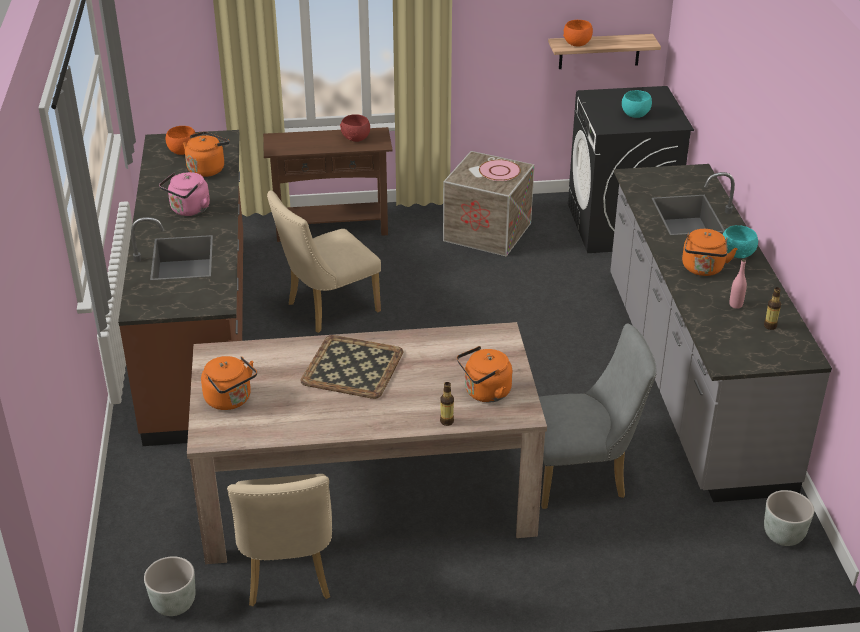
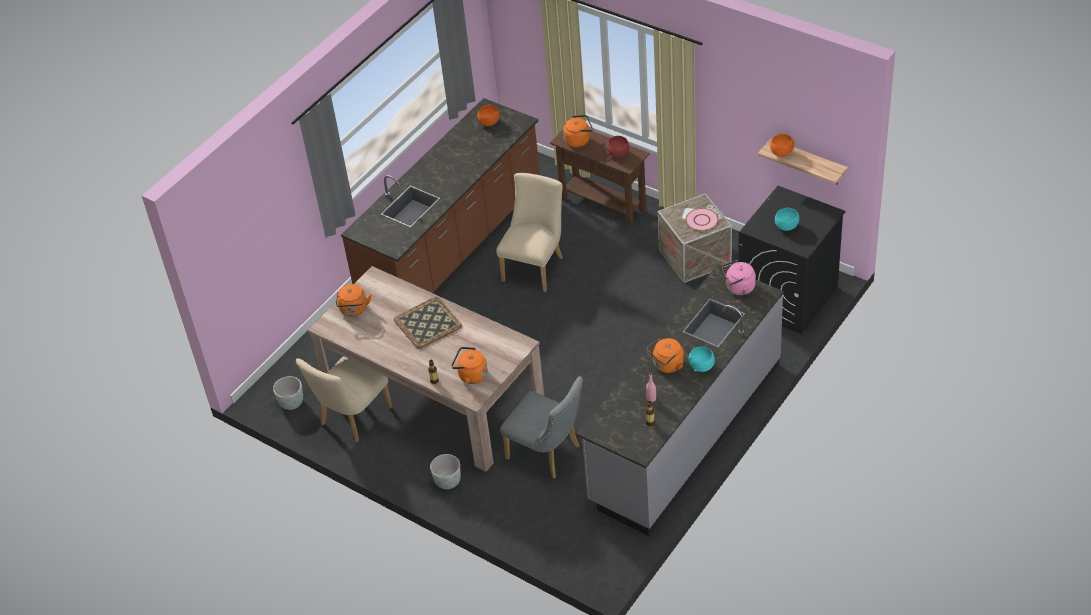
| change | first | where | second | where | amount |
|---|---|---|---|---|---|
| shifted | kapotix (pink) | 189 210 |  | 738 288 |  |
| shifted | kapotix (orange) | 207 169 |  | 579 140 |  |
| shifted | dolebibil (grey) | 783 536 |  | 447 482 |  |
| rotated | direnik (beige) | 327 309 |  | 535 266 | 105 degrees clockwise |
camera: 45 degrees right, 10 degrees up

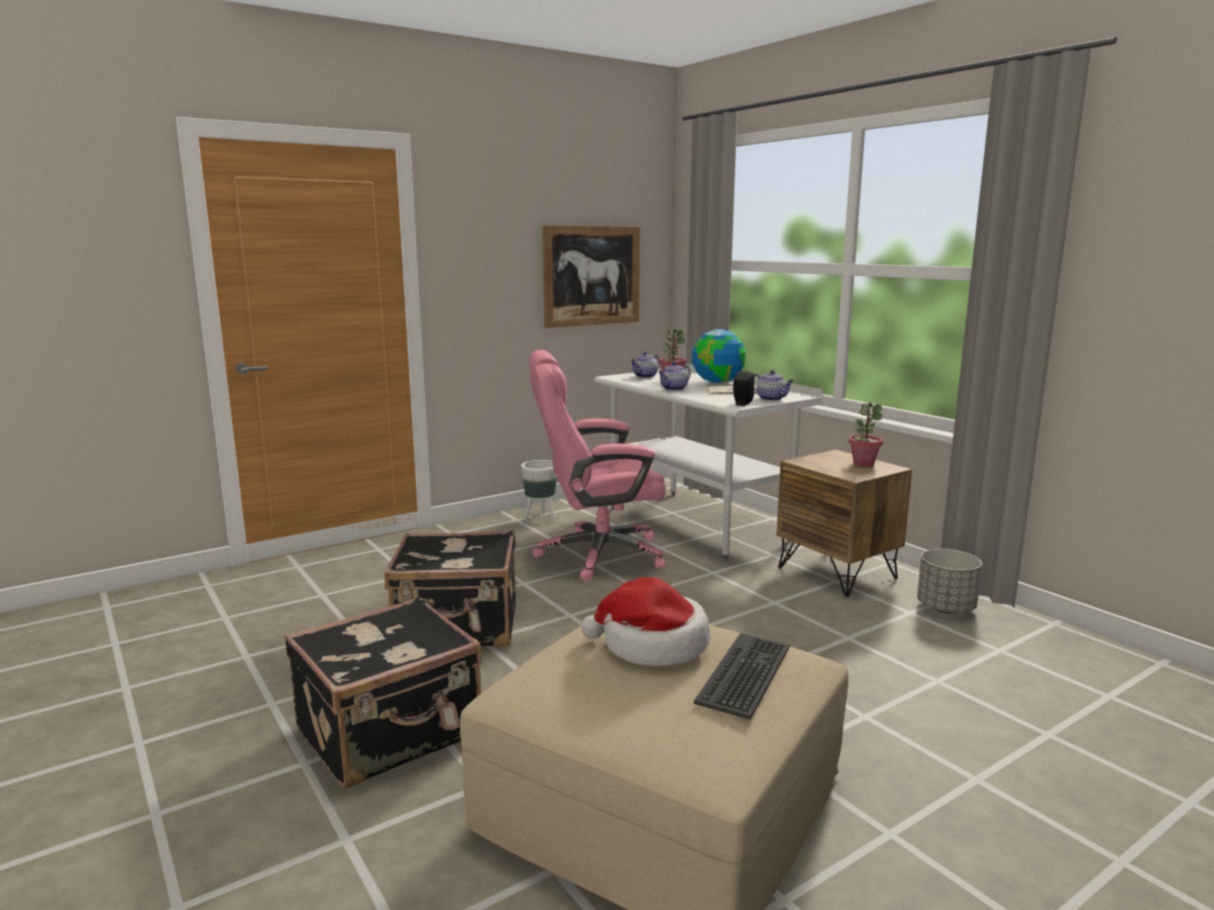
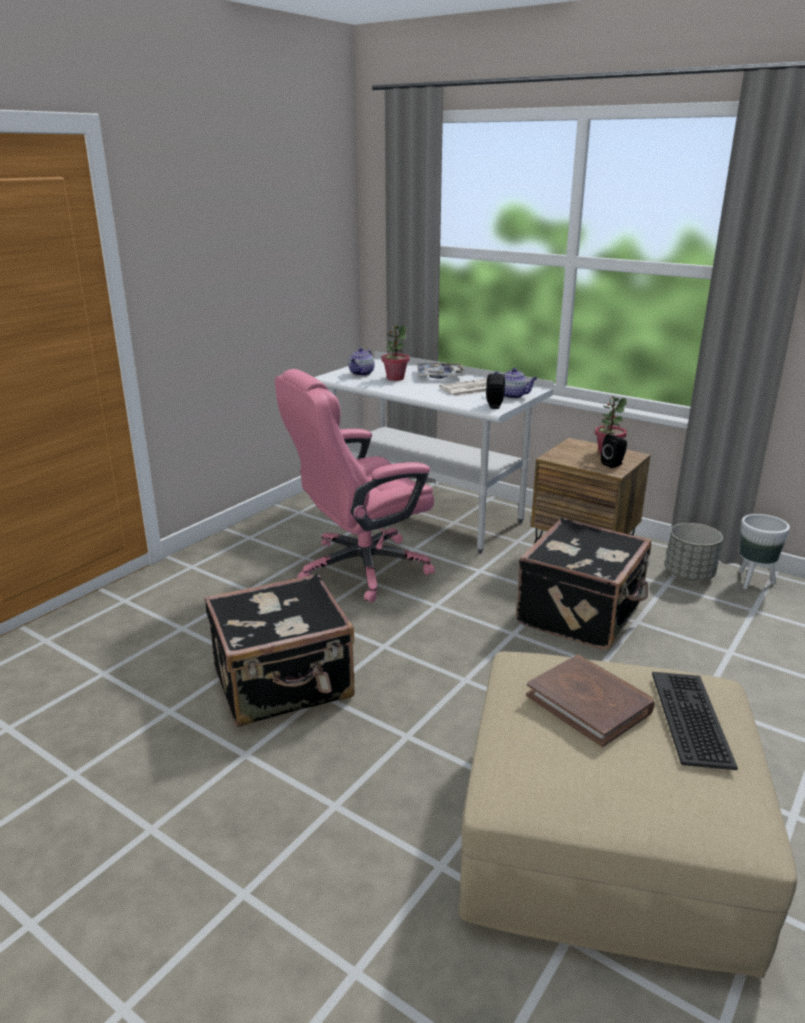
| change | first | where | second | where | amount |
|---|---|---|---|---|---|
| gone | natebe | 592 276 |  |  |  |
| gone | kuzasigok | 674 389 |  |  |  |
| new |  |  | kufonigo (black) | 613 464 |  |
| shifted | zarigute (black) | 391 734 |  | 582 614 |  |
| shifted | dolebibil (white) | 541 518 |  | 753 581 |  |
| swapped | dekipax | 652 645 | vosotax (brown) | 589 703 |  |
| swapped | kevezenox | 717 382 | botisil | 439 376 |  |
camera: 20 degrees left, 10 degrees up

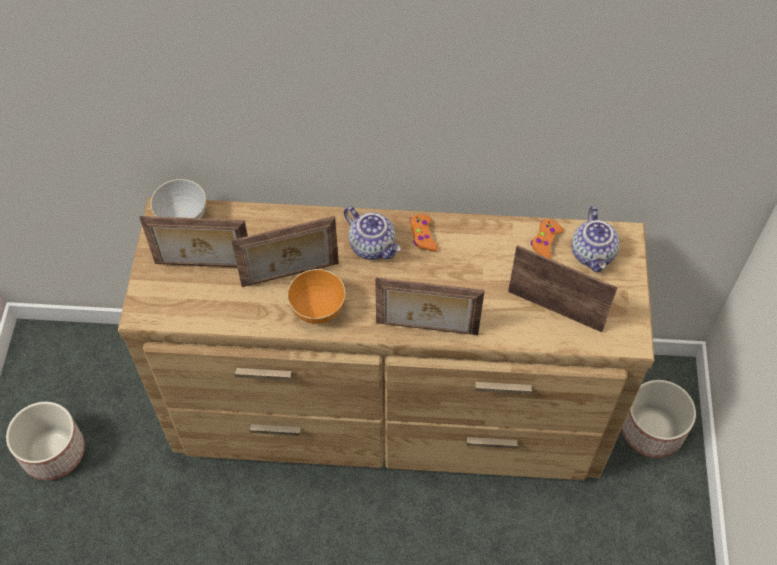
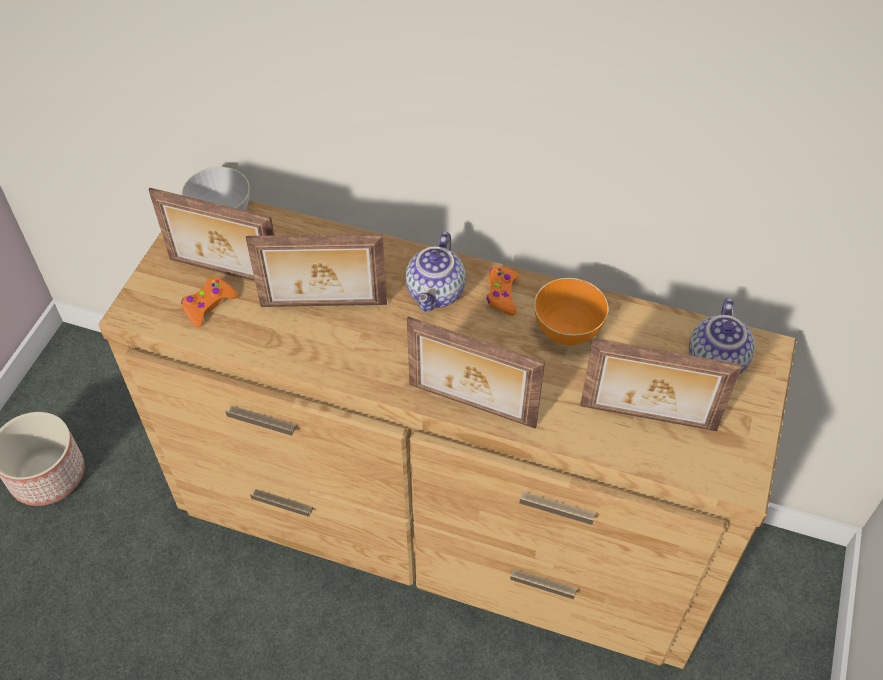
| change | first | where | second | where | amount |
|---|---|---|---|---|---|
| gone | dolebibil | 653 430 |  |  |  |
| shifted | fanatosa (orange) | 318 309 |  | 567 331 |  |
| shifted | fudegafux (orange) | 545 242 |  | 208 305 |  |
| rotated | kuzasigok | 373 246 |  | 437 293 | 45 degrees clockwise |
| rotated | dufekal | 555 309 |  | 647 419 | 150 degrees clockwise |
camera: 15 degrees right, 5 degrees down

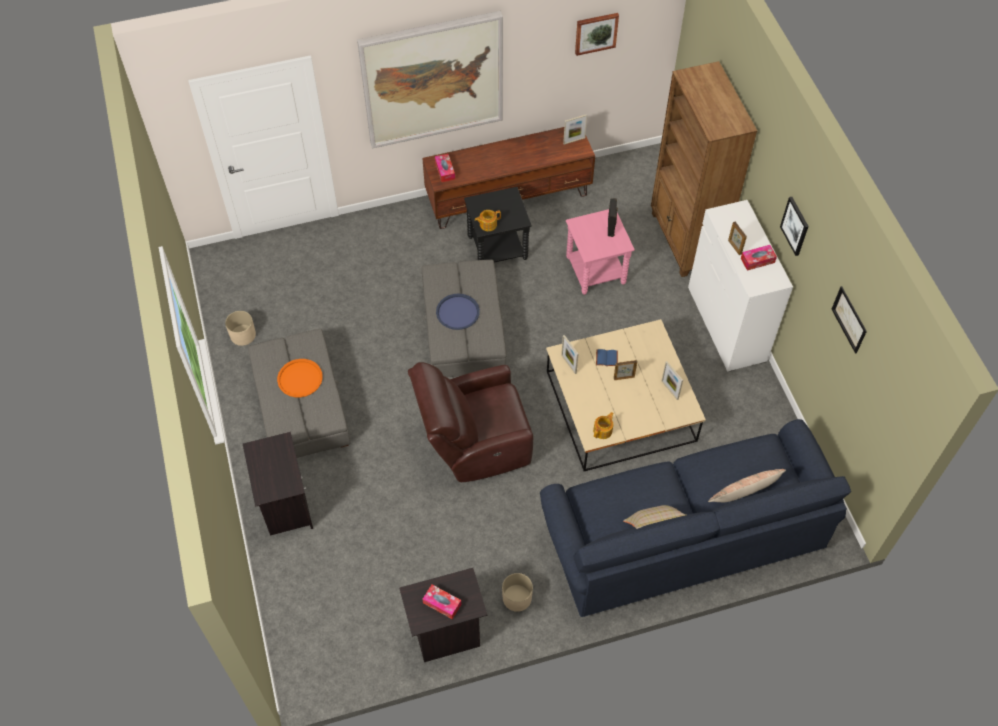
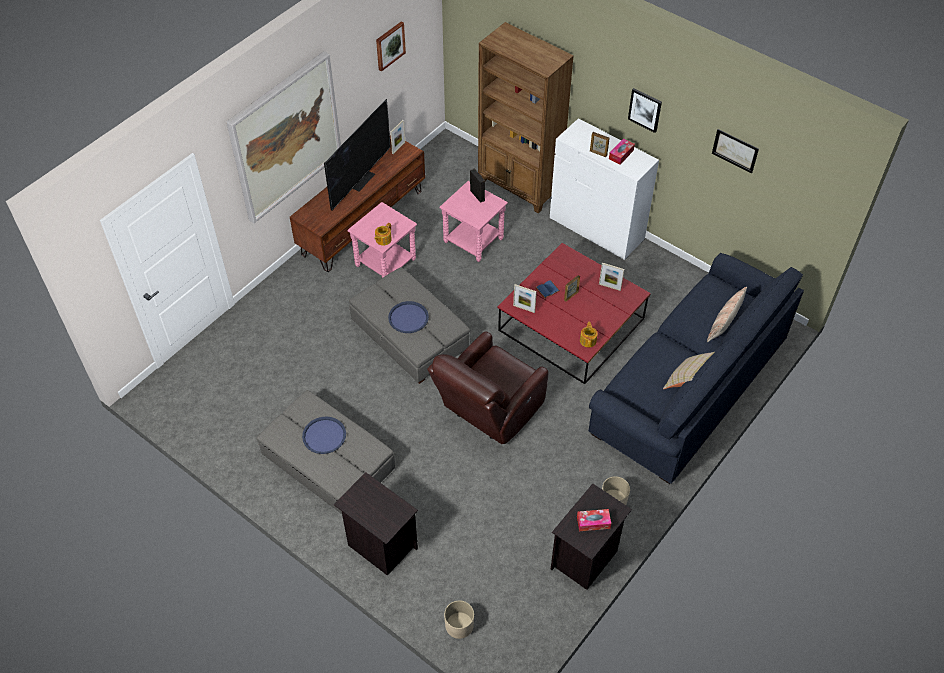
| change | first | where | second | where | amount |
|---|---|---|---|---|---|
| gone | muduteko | 445 171 |  |  |  |
| new |  |  | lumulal | 361 179 |  |
| shifted | dolebibil (beige) | 243 335 |  | 459 625 |  |
| repainted | botisil (orange) | 300 378 | botisil (blue) | 324 435 |  |
| repainted | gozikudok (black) | 497 247 | gozikudok (pink) | 385 262 |  |
| repainted | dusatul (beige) | 620 405 | dusatul (red) | 571 324 |  |
camera: 35 degrees left, 5 degrees down

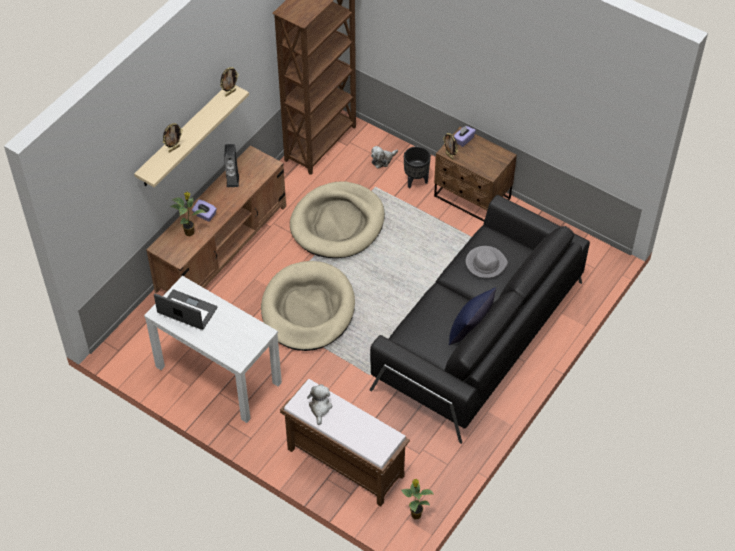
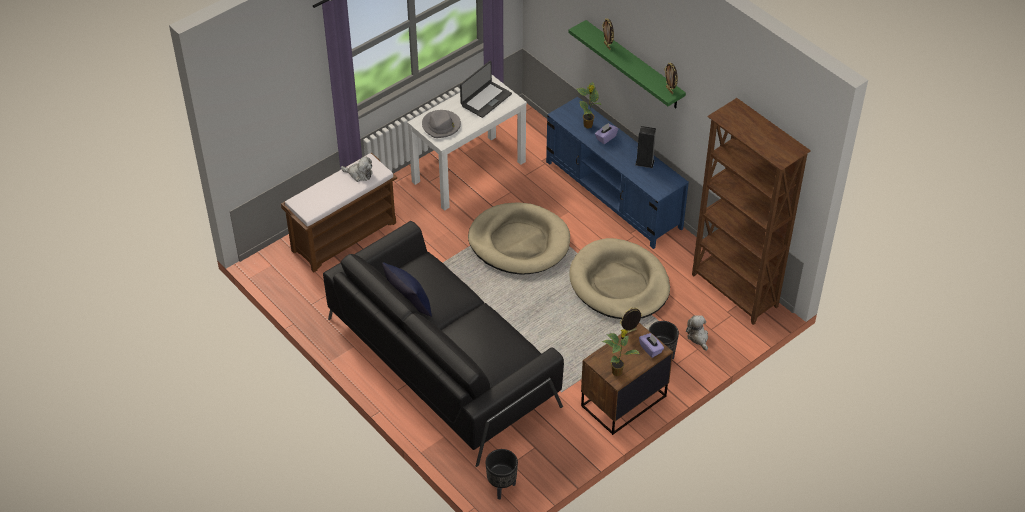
| change | first | where | second | where | amount |
|---|---|---|---|---|---|
| new |  |  | dolebibil (black) | 501 488 |  |
| shifted | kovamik | 415 514 |  | 617 372 |  |
| shifted | dekipax (grey) | 485 263 |  | 441 125 |  |
| repainted | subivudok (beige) | 184 136 | subivudok (green) | 634 65 |  |
| repainted | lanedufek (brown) | 222 248 | lanedufek (blue) | 613 195 |  |
camera: 105 degrees right, 5 degrees down

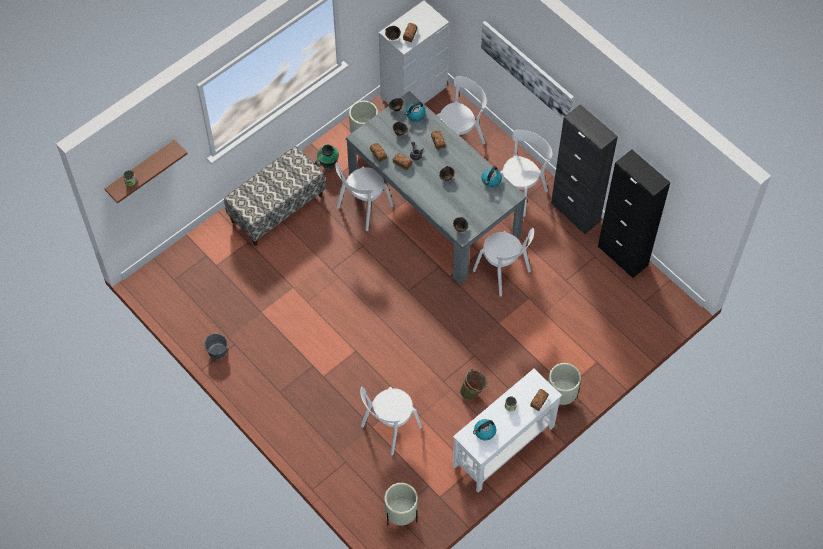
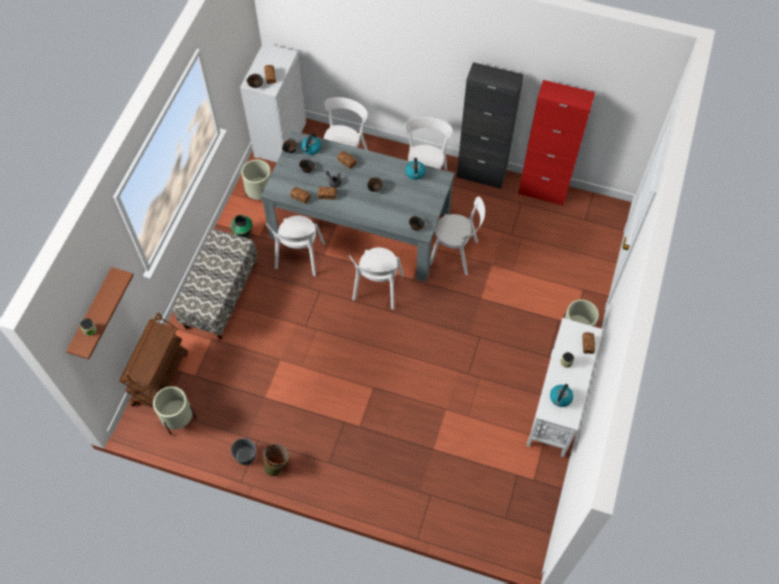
| change | first | where | second | where | amount |
|---|---|---|---|---|---|
| gone | natebe | 527 70 |  |  |  |
| new |  |  | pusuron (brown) | 160 378 |  |
| shifted | direnik (white) | 389 428 |  | 377 289 |  |
| shifted | dolebibil (beige) | 401 515 |  | 179 420 |  |
| shifted | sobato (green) | 473 392 |  | 277 465 |  |
| repainted | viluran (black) | 622 256 | viluran (red) | 542 191 |  |
camera: 30 degrees left, 0 degrees up

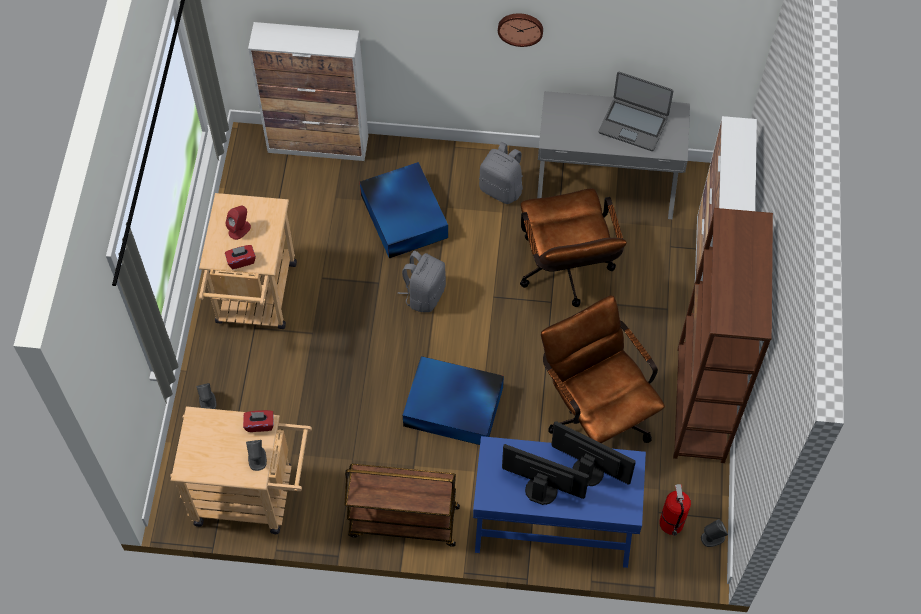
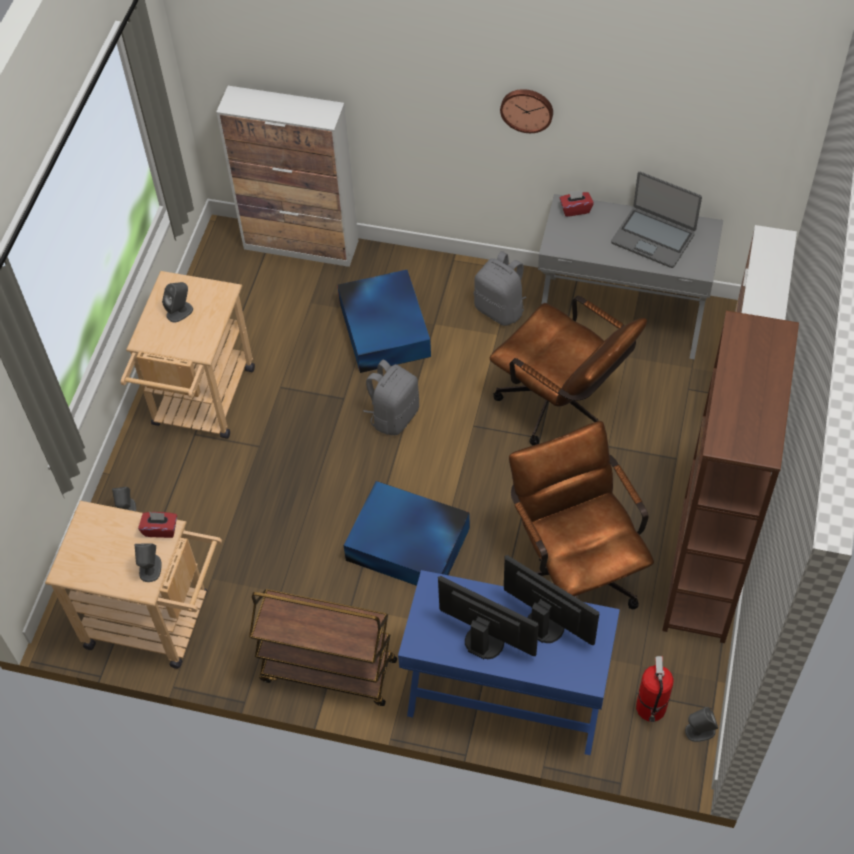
| change | first | where | second | where | amount |
|---|---|---|---|---|---|
| shifted | muduteko (red) | 241 261 |  | 575 209 |  |
| repainted | kufonigo (red) | 239 229 | kufonigo (grey) | 180 312 |  |
| rotated | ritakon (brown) | 565 273 |  | 561 407 | 45 degrees counterclockwise |
camera: 10 degrees right, 5 degrees down

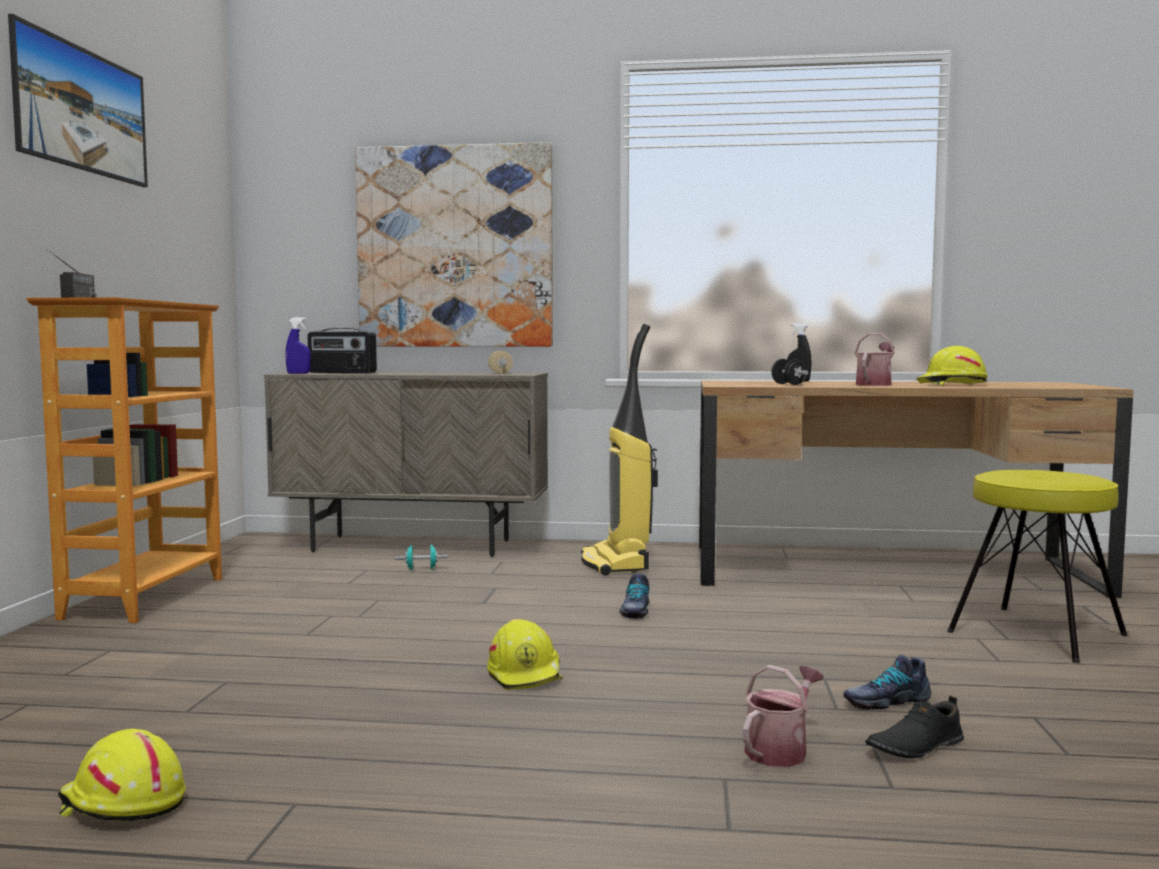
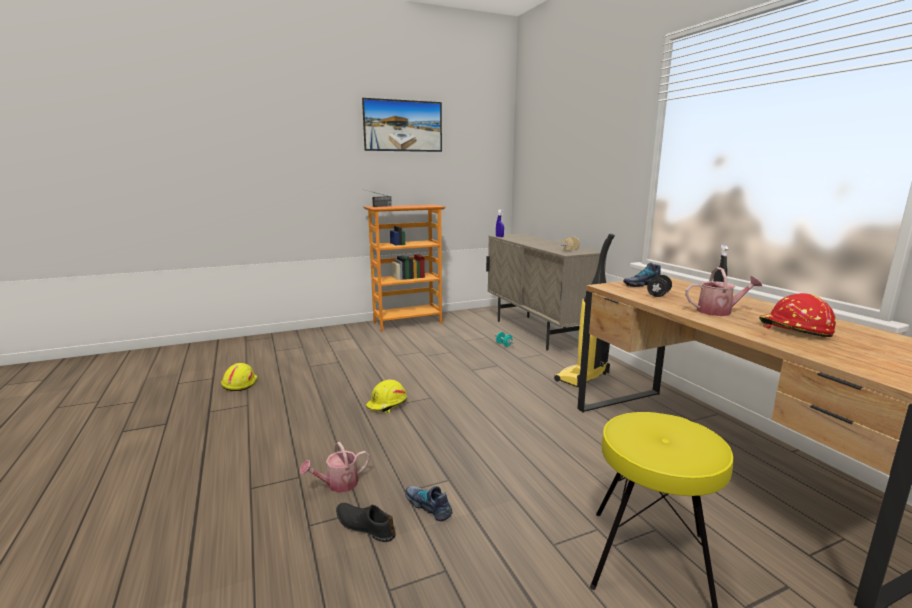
| change | first | where | second | where | amount |
|---|---|---|---|---|---|
| gone | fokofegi | 342 372 |  |  |  |
| gone | natebe | 455 247 |  |  |  |
| shifted | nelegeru | 635 610 |  | 641 284 |  |
| repainted | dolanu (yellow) | 951 384 | dolanu (red) | 794 329 |  |
| rotated | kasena | 780 750 |  | 338 484 | 135 degrees clockwise |
camera: 60 degrees right, 10 degrees up

